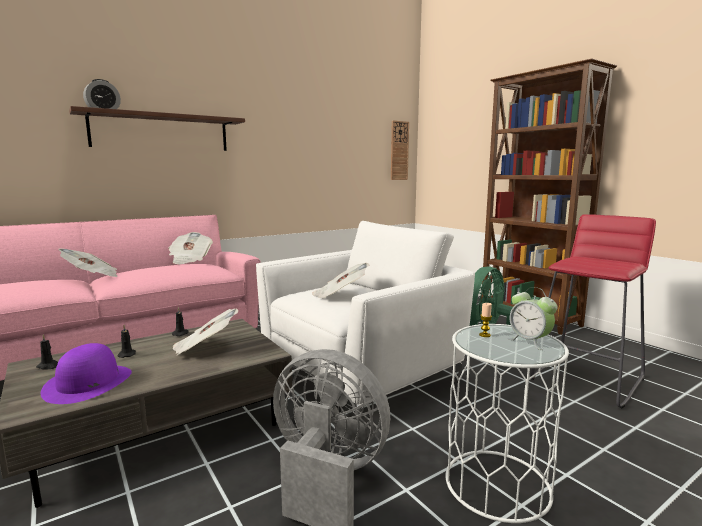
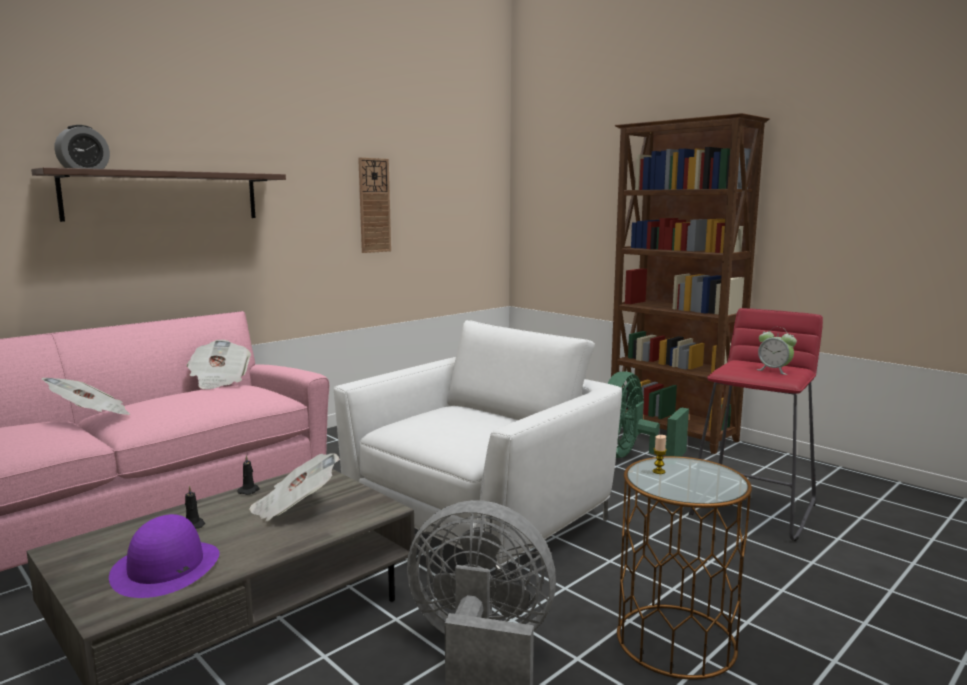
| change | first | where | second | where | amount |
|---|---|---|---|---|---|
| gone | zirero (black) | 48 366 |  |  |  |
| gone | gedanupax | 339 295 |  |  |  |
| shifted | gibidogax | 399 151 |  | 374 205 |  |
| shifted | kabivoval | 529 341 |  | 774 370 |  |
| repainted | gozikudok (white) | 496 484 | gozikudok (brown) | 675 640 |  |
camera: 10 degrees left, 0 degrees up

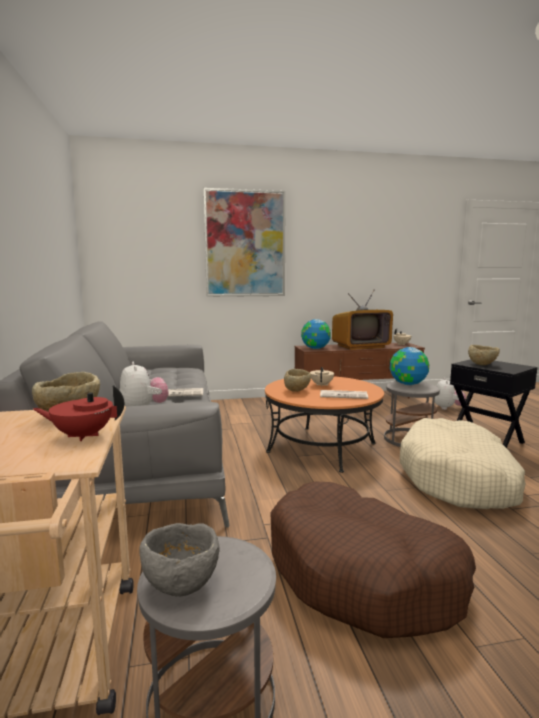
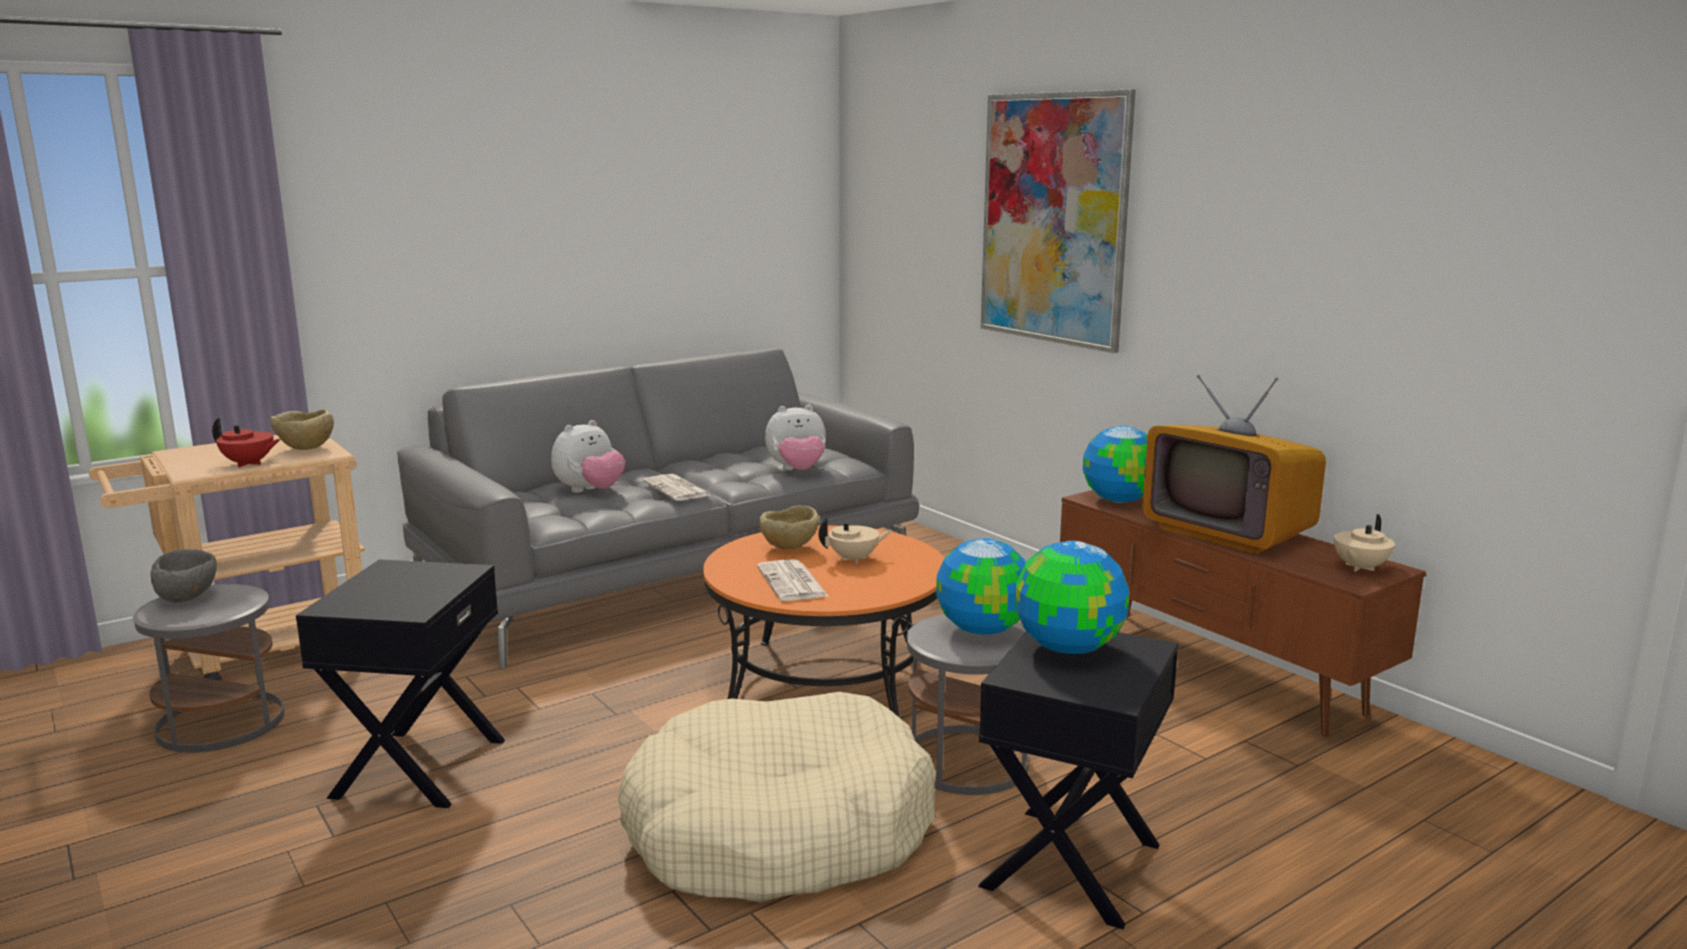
| change | first | where | second | where | amount |
|---|---|---|---|---|---|
| shifted | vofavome | 448 408 |  | 797 471 |  |
| swapped | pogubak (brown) | 363 574 | gozikudok (black) | 417 767 |  |
| swapped | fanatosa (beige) | 482 364 | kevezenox | 1069 648 |  |
| rotated | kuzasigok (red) | 83 436 |  | 249 464 | 135 degrees clockwise |
camera: 65 degrees right, 5 degrees up

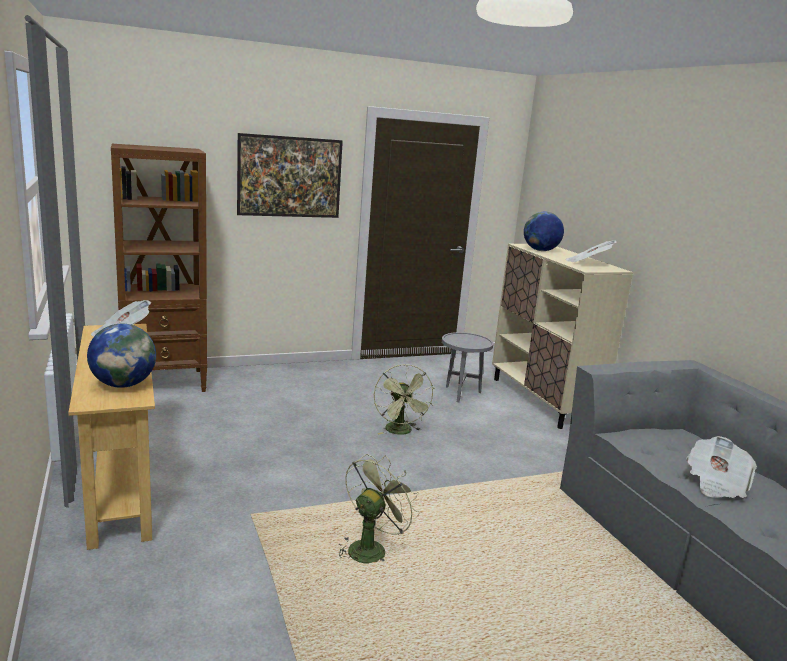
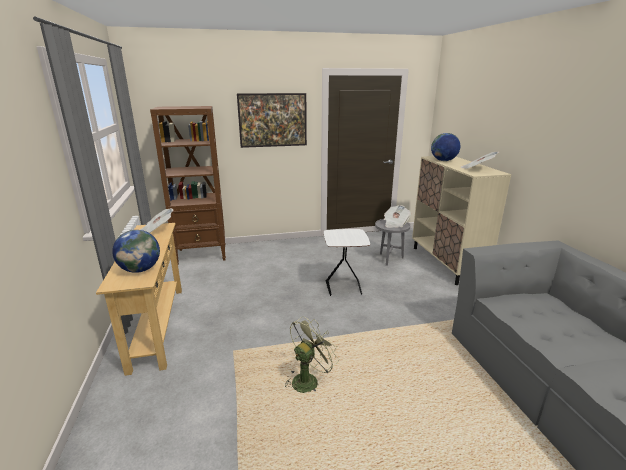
| change | first | where | second | where | amount |
|---|---|---|---|---|---|
| shifted | gedanupax | 716 484 |  | 395 224 |  |
| swapped | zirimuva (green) | 401 432 | gozikudok (white) | 344 288 |  |
camera: 10 degrees right, 5 degrees up

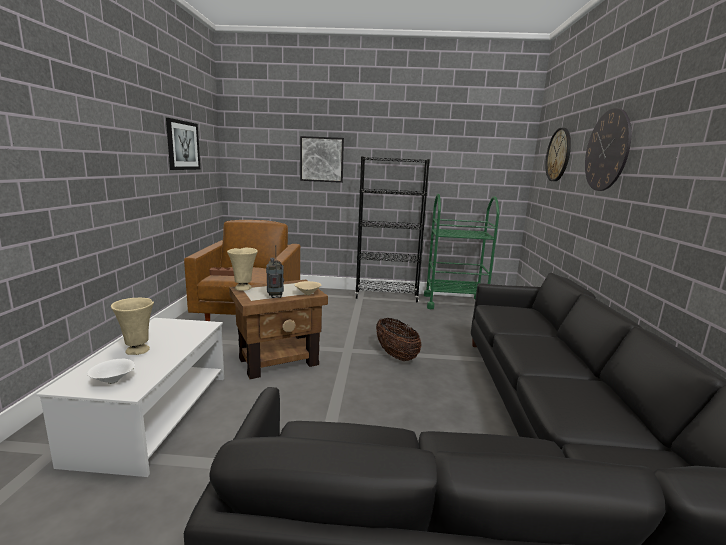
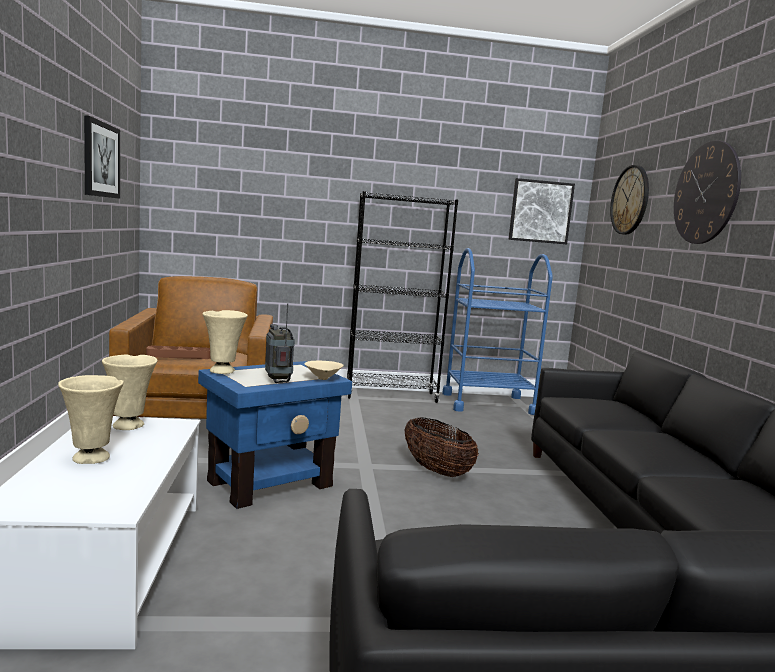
| change | first | where | second | where | amount |
|---|---|---|---|---|---|
| gone | fanatosa (white) | 114 381 |  |  |  |
| new |  |  | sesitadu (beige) | 129 426 |  |
| shifted | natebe | 322 159 |  | 540 211 |  |
| repainted | gozikudok (brown) | 279 361 | gozikudok (blue) | 271 484 |  |
| repainted | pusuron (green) | 454 303 | pusuron (blue) | 488 403 |  |
camera: 10 degrees left, 5 degrees down

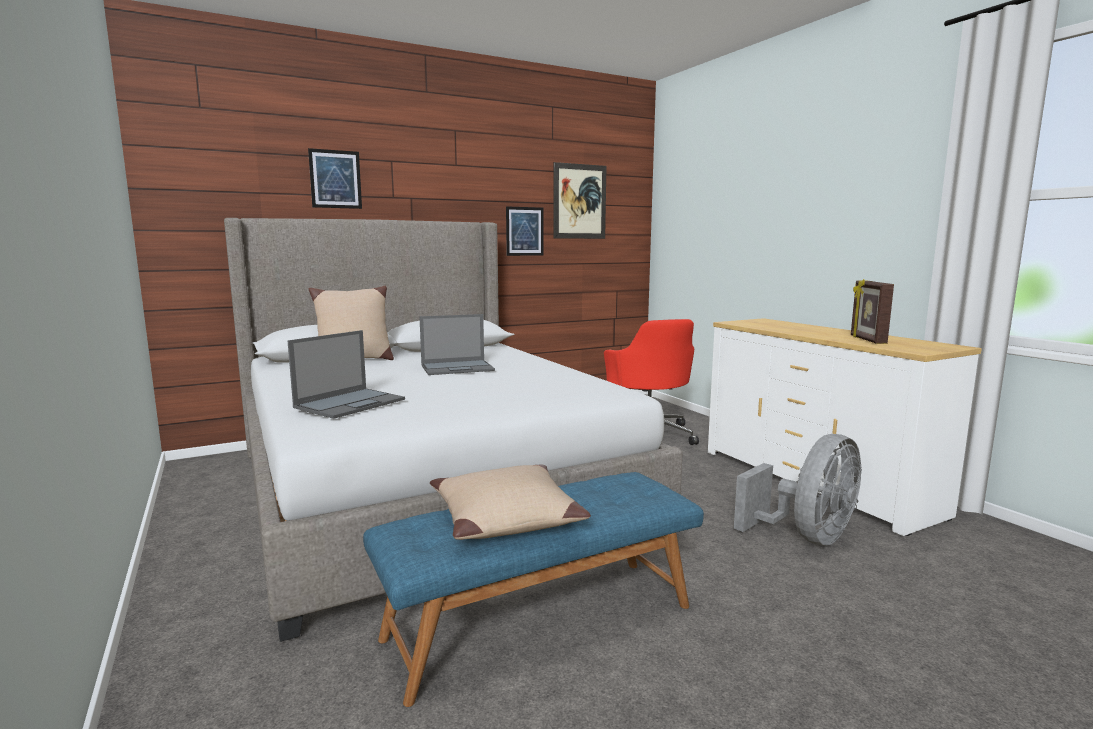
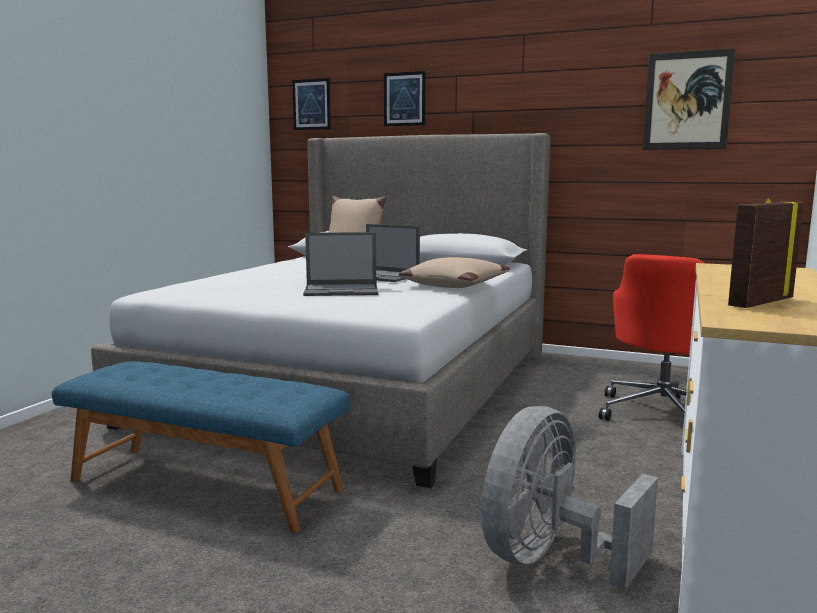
| change | first | where | second | where | amount |
|---|---|---|---|---|---|
| shifted | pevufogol | 351 403 |  | 342 290 |  |
| shifted | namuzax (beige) | 504 517 |  | 454 285 |  |
| shifted | natebe | 524 231 |  | 311 104 |  |
| rotated | zirimuva (grey) | 807 537 |  | 550 559 | 120 degrees clockwise |
camera: 50 degrees right, 0 degrees up

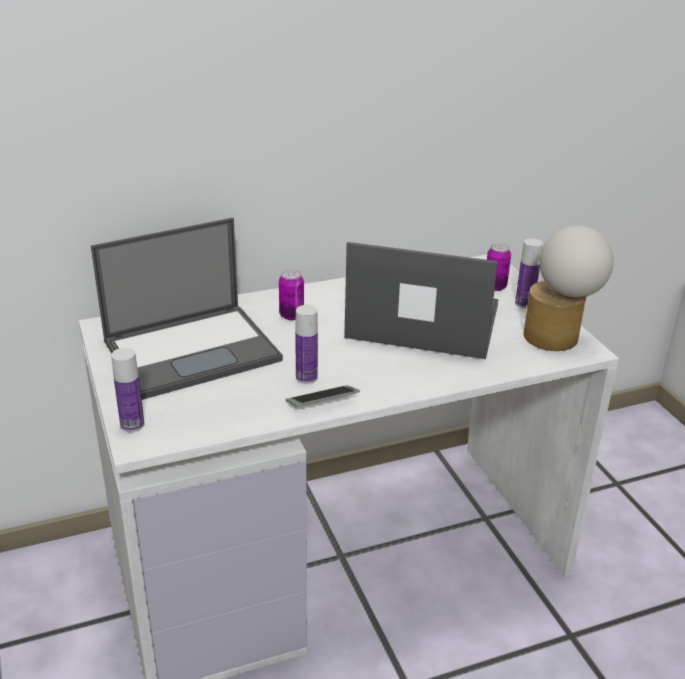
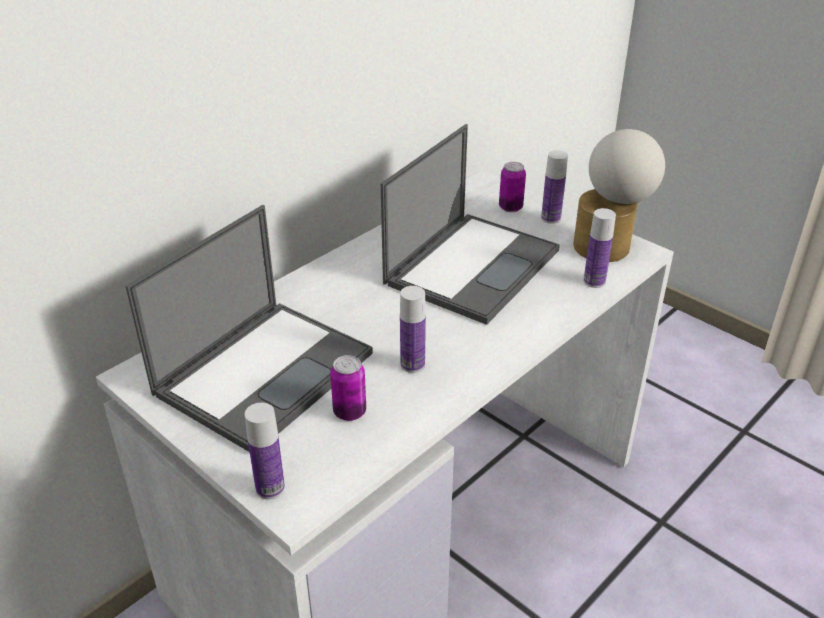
| change | first | where | second | where | amount |
|---|---|---|---|---|---|
| gone | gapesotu | 322 402 |  |  |  |
| new |  |  | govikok | 594 281 |  |
| shifted | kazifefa | 291 315 |  | 349 412 |  |
| rotated | pevufogol | 421 321 |  | 473 265 | 135 degrees clockwise |
camera: 25 degrees left, 5 degrees up

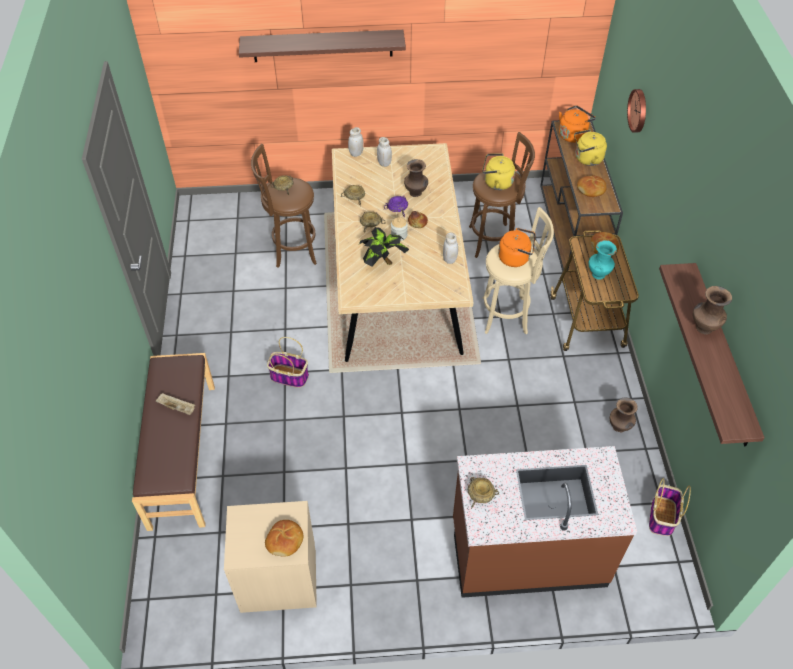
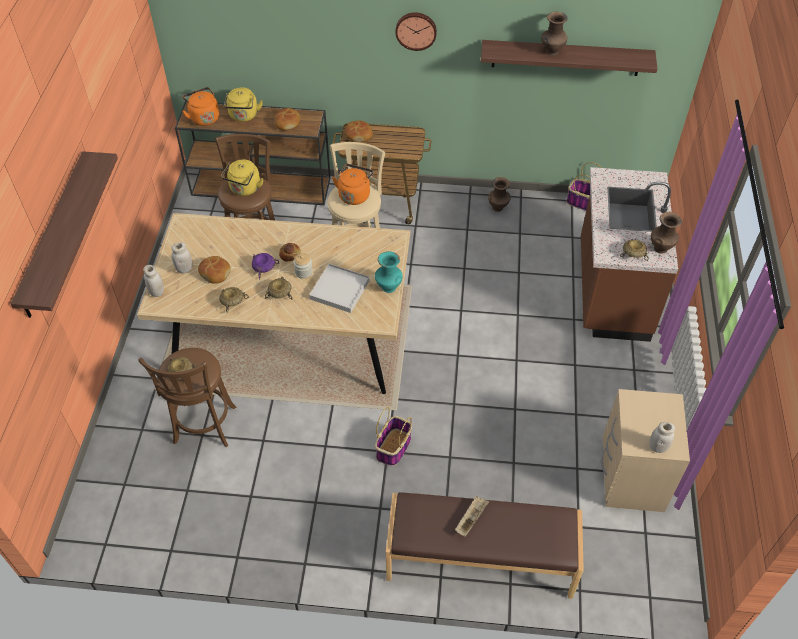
| change | first | where | second | where | amount |
|---|---|---|---|---|---|
| shifted | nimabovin | 285 541 |  | 215 272 |  |
| shifted | sesitadu (brown) | 416 193 |  | 660 248 |  |
| shifted | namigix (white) | 449 259 |  | 658 447 |  |
| shifted | sesitadu (turquoise) | 598 274 |  | 388 287 |  |
| shifted | gibidogax | 639 110 |  | 416 30 |  |
| swapped | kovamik | 383 262 | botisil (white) | 339 290 |  |
camera: 80 degrees left, 0 degrees up

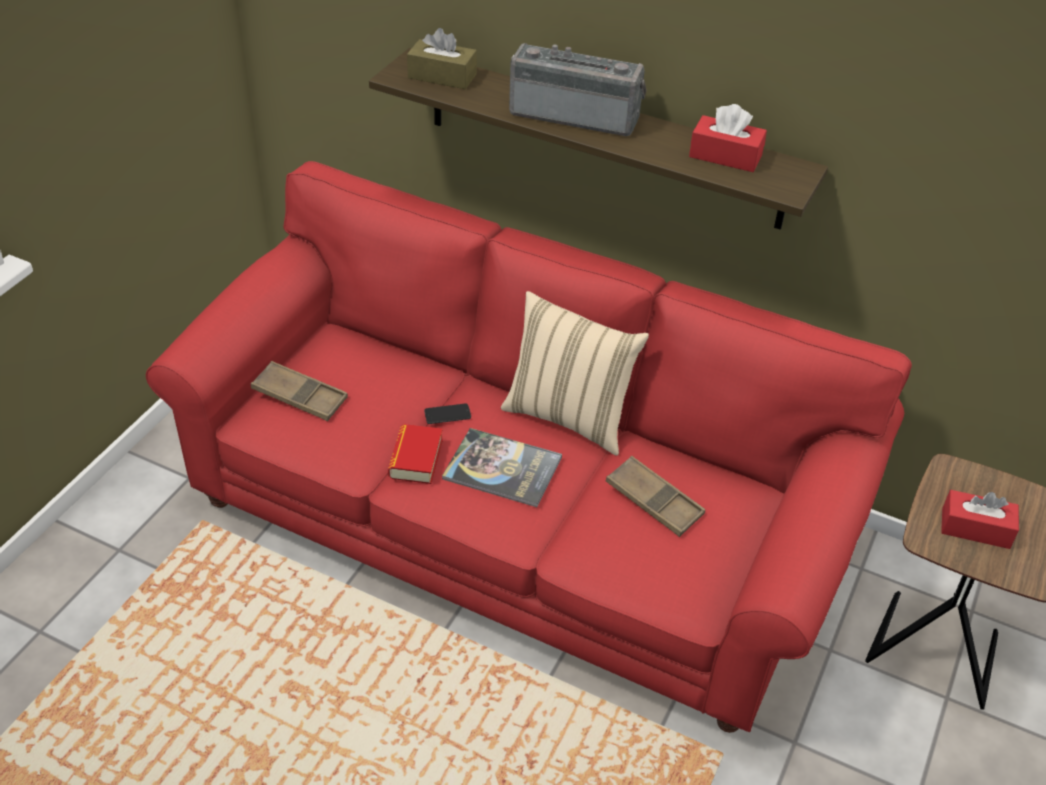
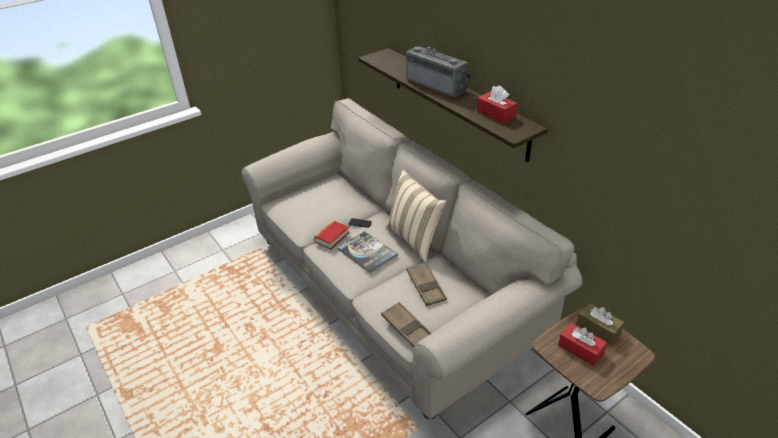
| change | first | where | second | where | amount |
|---|---|---|---|---|---|
| shifted | botisil (brown) | 300 396 |  | 407 328 |  |
| shifted | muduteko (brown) | 442 76 |  | 598 329 |  |
| repainted | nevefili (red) | 517 520 | nevefili (beige) | 391 288 |  |
camera: 30 degrees right, 5 degrees down

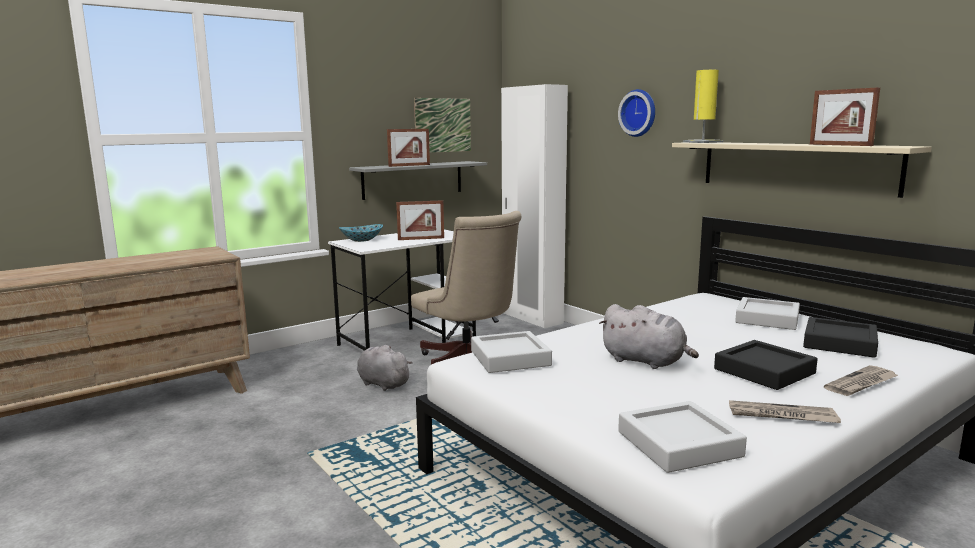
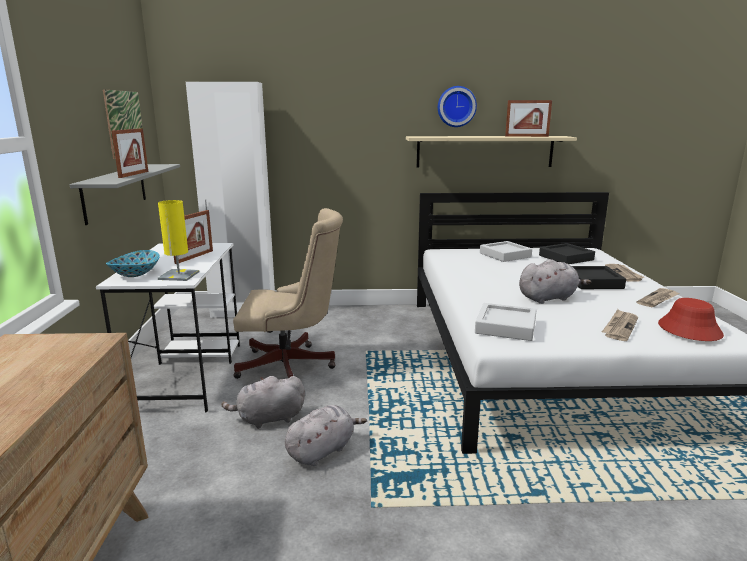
| change | first | where | second | where | amount |
|---|---|---|---|---|---|
| new |  |  | vofavome (grey) | 322 450 |  |
| new |  |  | gedanupax | 620 327 |  |
| shifted | gibidogax | 639 113 |  | 456 106 |  |
| shifted | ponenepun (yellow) | 702 142 |  | 179 275 |  |
| swapped | botisil (grey) | 679 444 | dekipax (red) | 689 330 |  |
camera: 55 degrees left, 5 degrees up

